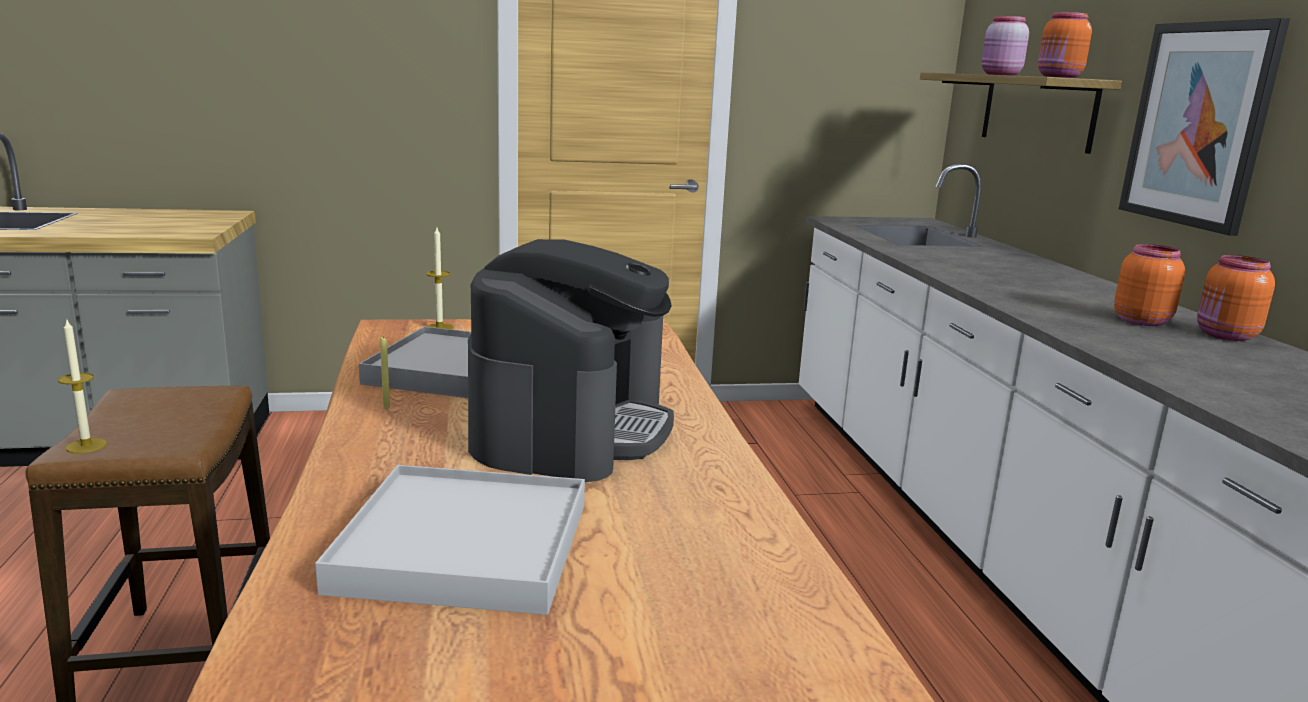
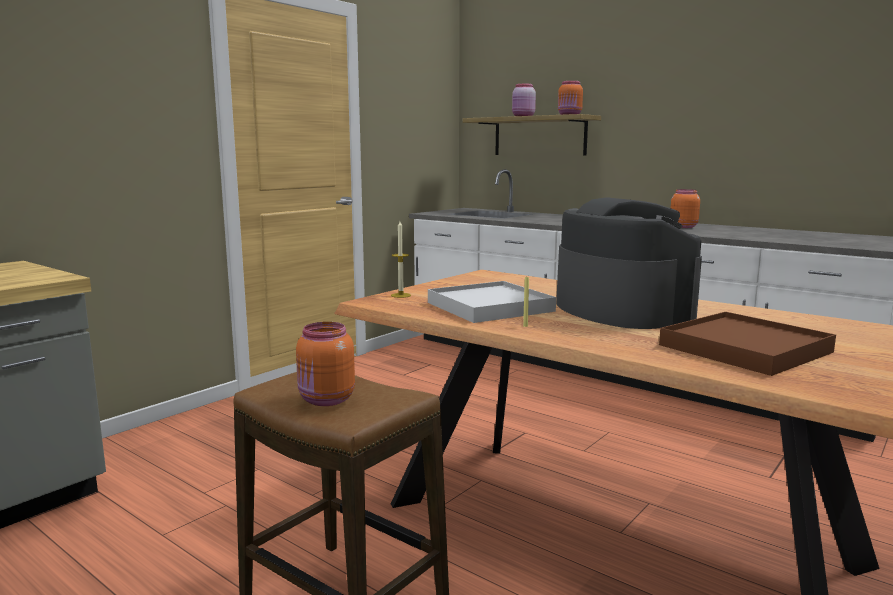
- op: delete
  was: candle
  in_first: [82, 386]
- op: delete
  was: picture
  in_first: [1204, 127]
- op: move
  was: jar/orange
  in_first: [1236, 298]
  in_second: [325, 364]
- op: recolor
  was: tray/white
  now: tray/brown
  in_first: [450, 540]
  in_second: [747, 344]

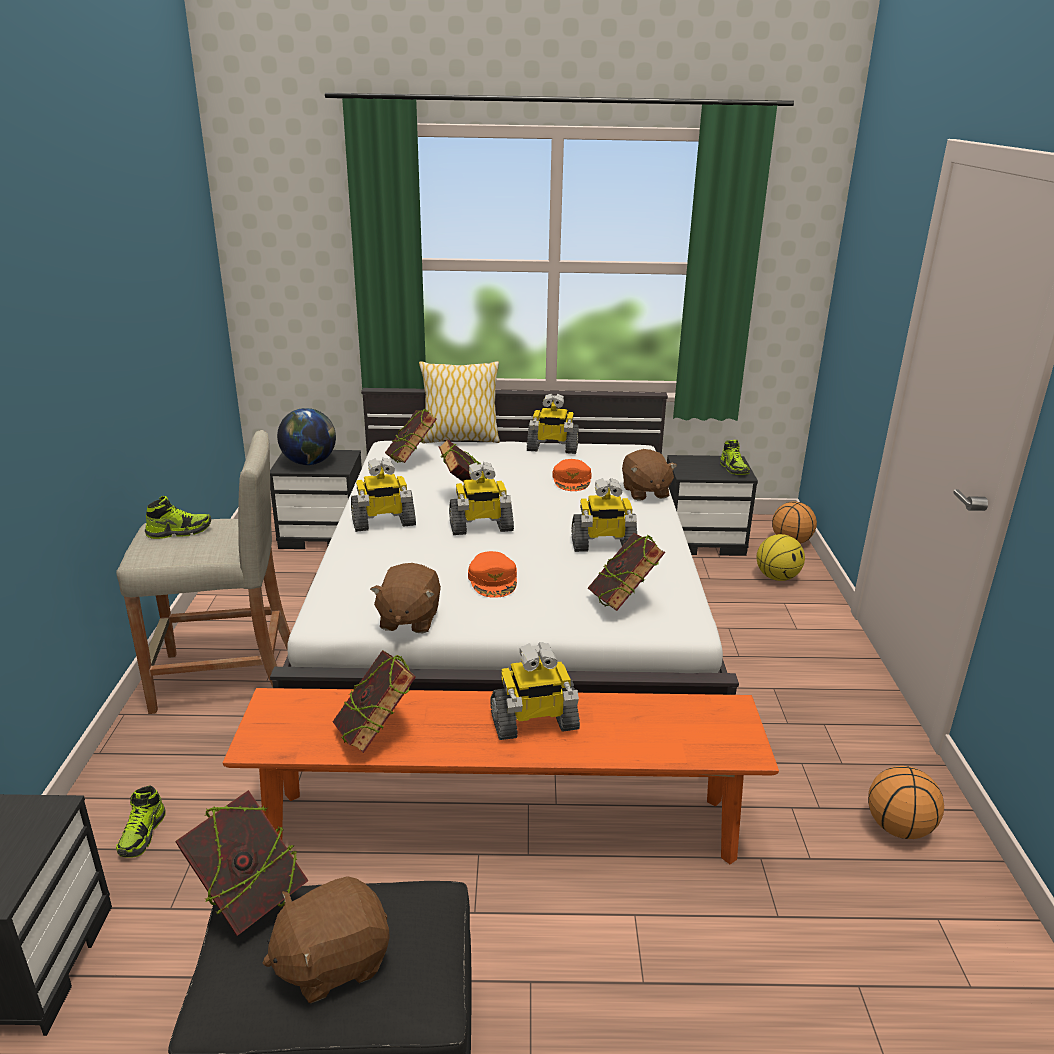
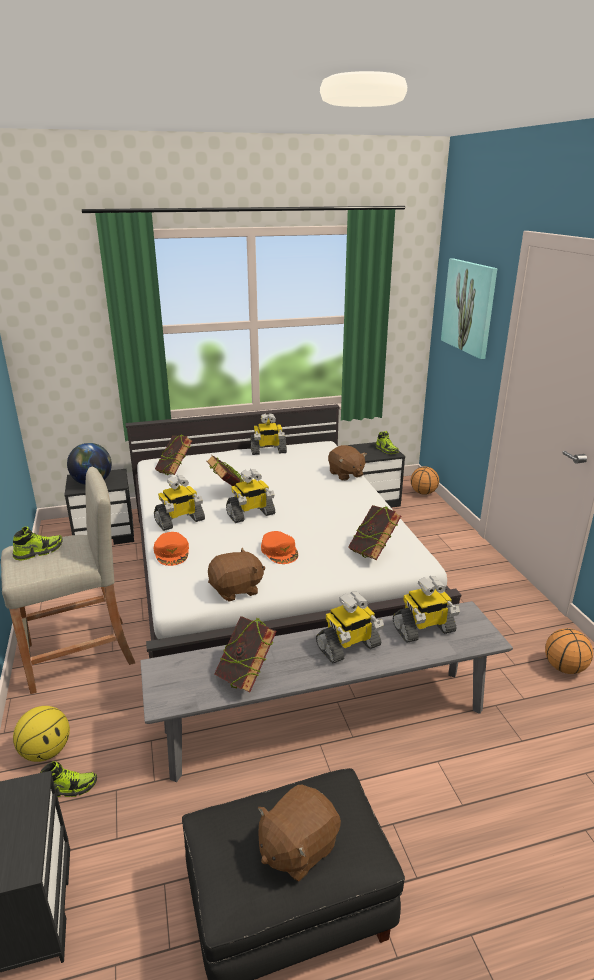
- op: delete
  was: book
  in_first: [241, 863]
- op: delete
  was: pillow
  in_first: [459, 402]
- op: insert
  now: picture
  in_second: [469, 308]
- op: move
  was: cap/orange
  in_first: [572, 475]
  in_second: [171, 549]
- op: move
  was: toy robot
  in_first: [604, 515]
  in_second: [426, 609]
- op: move
  was: basketball
  in_first: [781, 557]
  in_second: [41, 734]
- op: recolor
  was: bench/orange
  now: bench/grey
  in_first: [501, 776]
  in_second: [326, 691]
- op: rotate
  was: shoe
  in_first: [141, 821]
  in_second: [68, 779]
  clockwise: -90
- op: rotate
  was: plush toy/brown
  in_first: [405, 598]
  in_second: [236, 574]
  clockwise: -105

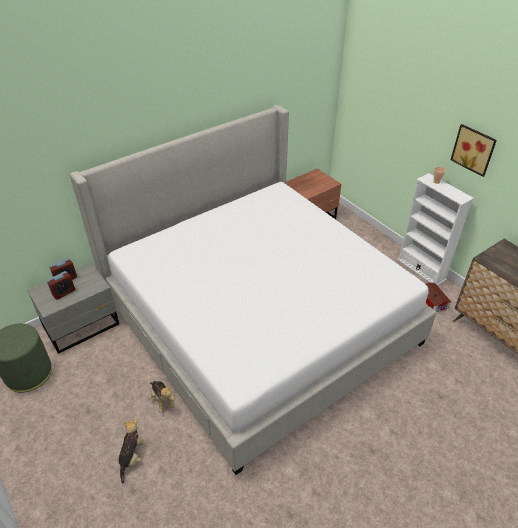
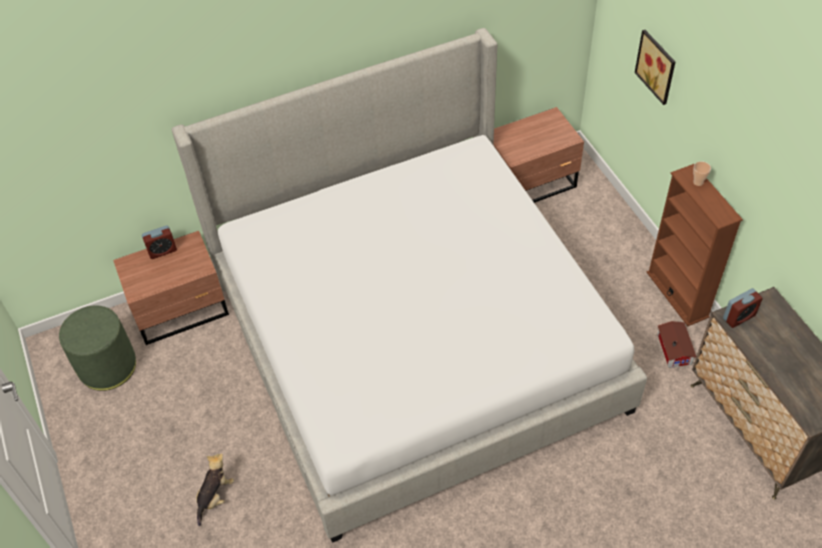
- op: delete
  was: plush toy
  in_first: [161, 396]
- op: move
  was: alarm clock
  in_first: [61, 285]
  in_second: [743, 308]
- op: move
  was: picture
  in_first: [474, 150]
  in_second: [655, 67]
- op: recolor
  was: nightstand/grey
  now: nightstand/brown
  in_first: [73, 308]
  in_second: [171, 288]
- op: recolor
  was: bookcase/white
  now: bookcase/brown
  in_first: [435, 229]
  in_second: [695, 245]

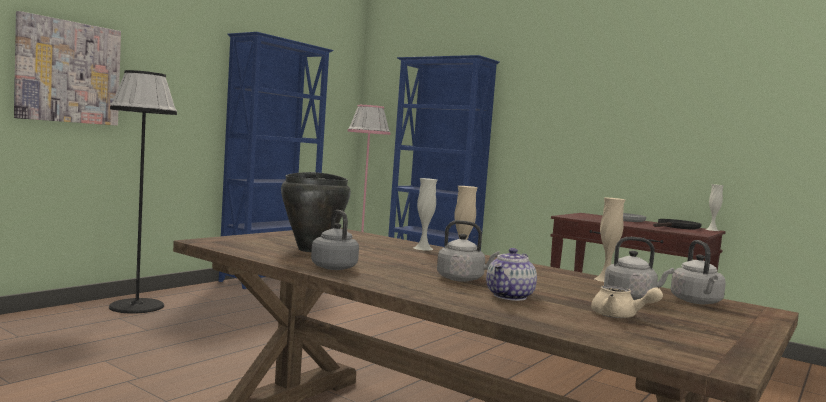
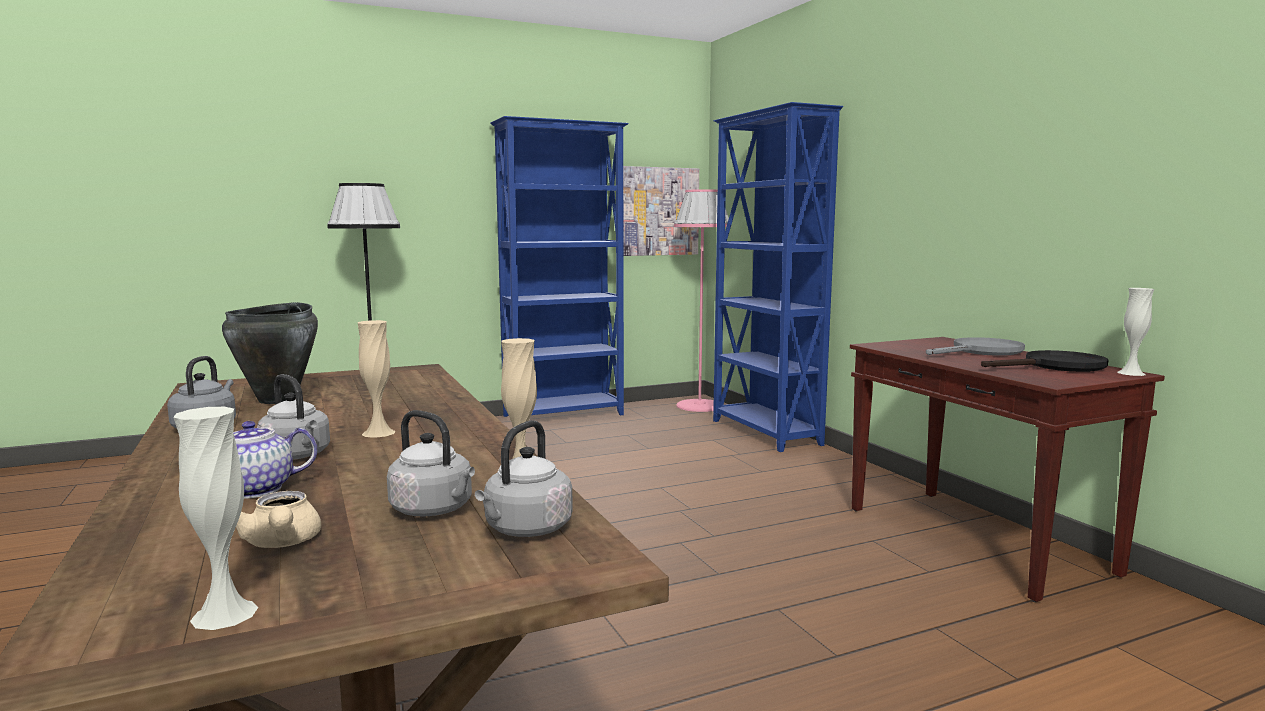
- op: move
  was: picture
  in_first: [67, 68]
  in_second: [661, 211]
- op: move
  was: vase/white
  in_first: [425, 214]
  in_second: [215, 518]

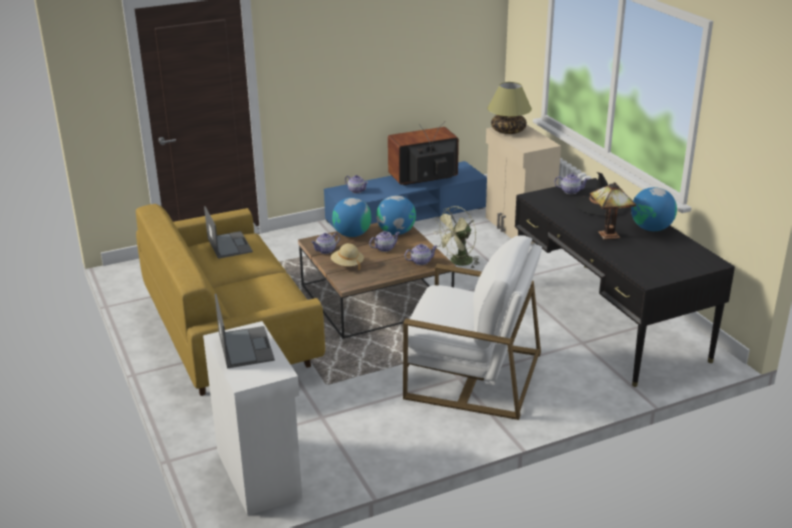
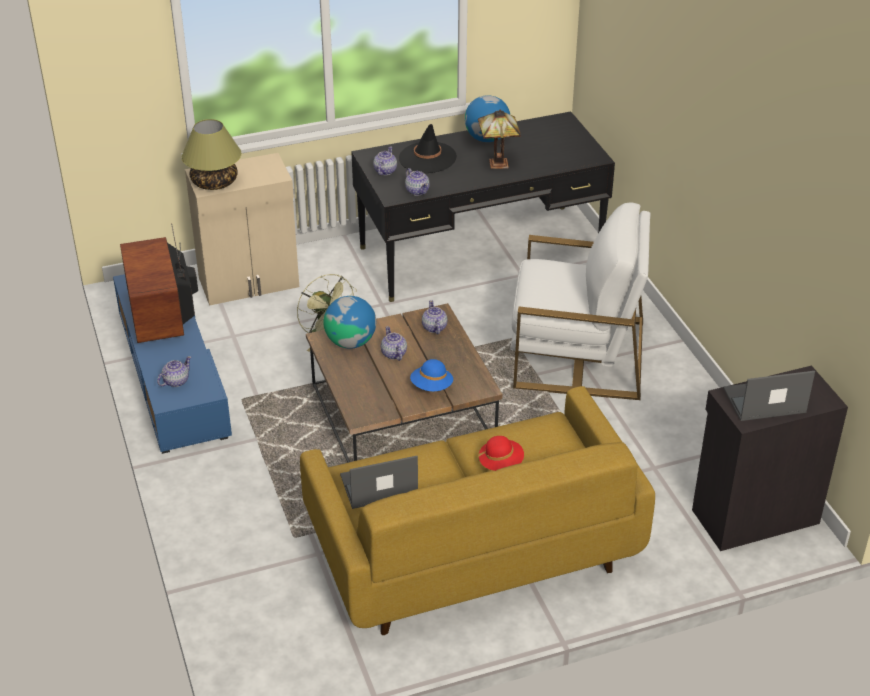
- op: delete
  was: globe
  in_first: [351, 217]
- op: insert
  now: hat/red
  in_second: [501, 453]
- op: move
  was: teapot
  in_first: [325, 243]
  in_second: [417, 182]
- op: recolor
  was: cabinet/white
  now: cabinet/black
  in_first: [252, 418]
  in_second: [770, 458]
- op: recolor
  was: hat/beige
  now: hat/blue
  in_first: [347, 256]
  in_second: [431, 375]
- op: rotate
  was: armchair/white
  in_first: [471, 328]
  in_second: [580, 301]
  clockwise: 75

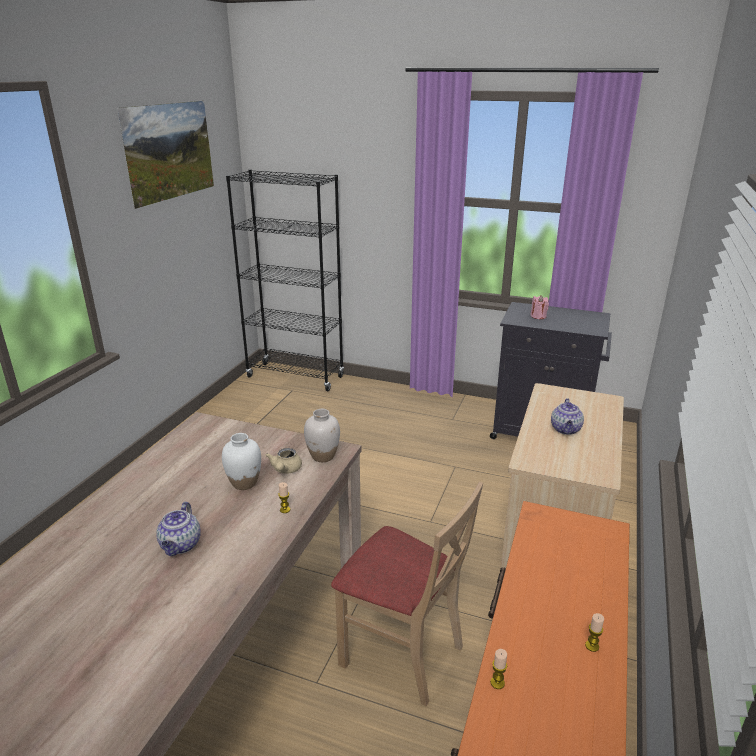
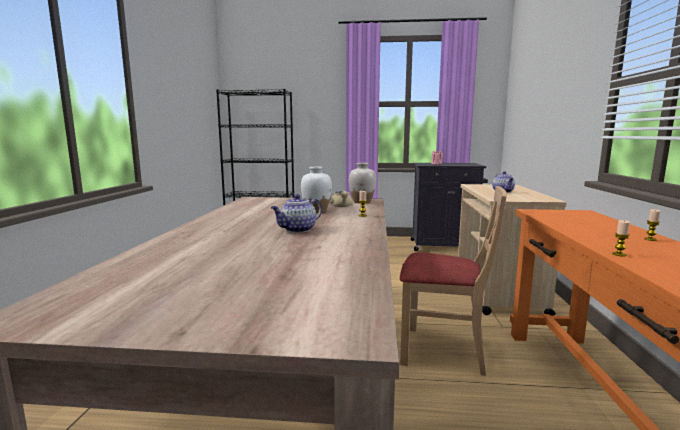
- op: delete
  was: picture
  in_first: [165, 155]
- op: rotate
  was: teapot
  in_first: [178, 529]
  in_second: [296, 213]
  clockwise: 60

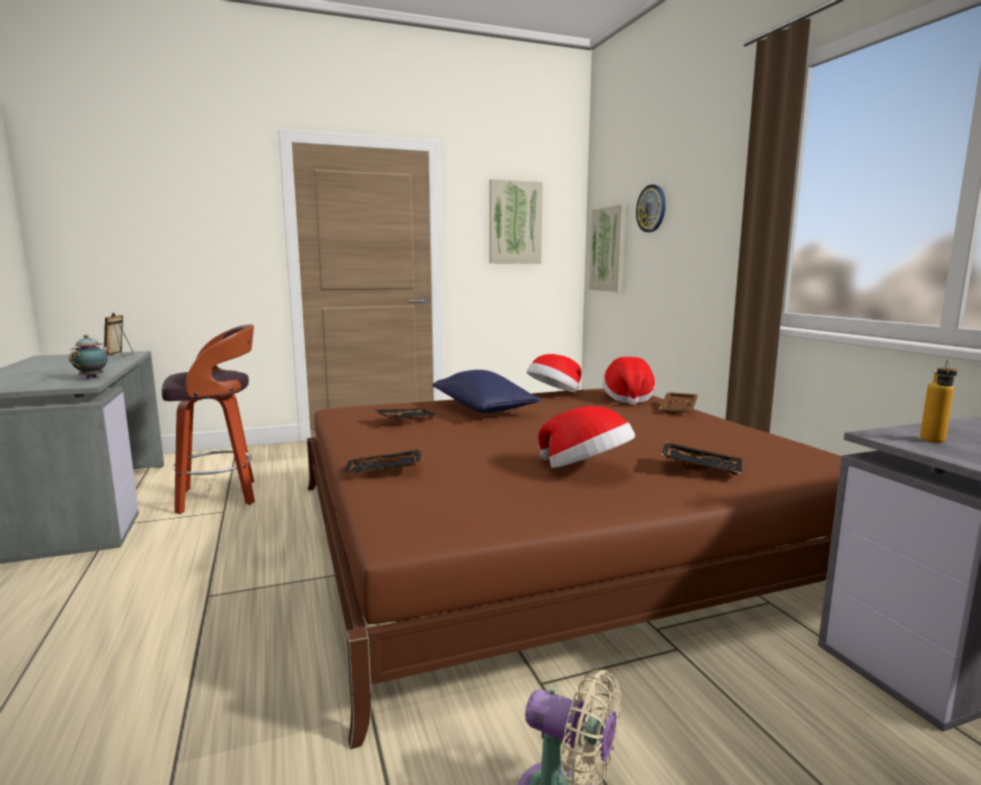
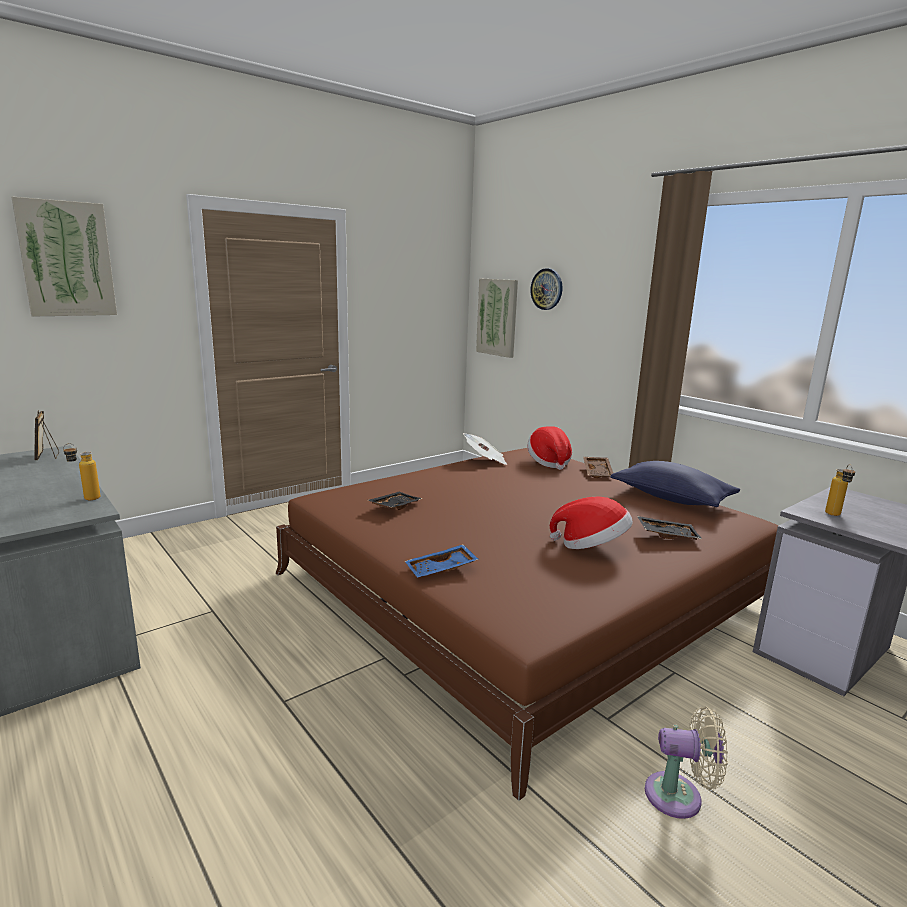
- op: delete
  was: stool
  in_first: [208, 419]
- op: move
  was: pillow/blue
  in_first: [486, 391]
  in_second: [675, 484]
- op: move
  was: picture
  in_first: [516, 221]
  in_second: [64, 256]
- op: replace
  was: teapot
  now: bottle
  in_first: [89, 357]
  in_second: [82, 471]
- op: replace
  was: hat
  now: newspaper
  in_first: [554, 373]
  in_second: [485, 449]
- op: recolor
  was: tray/black
  now: tray/blue
  in_first: [382, 461]
  in_second: [442, 561]

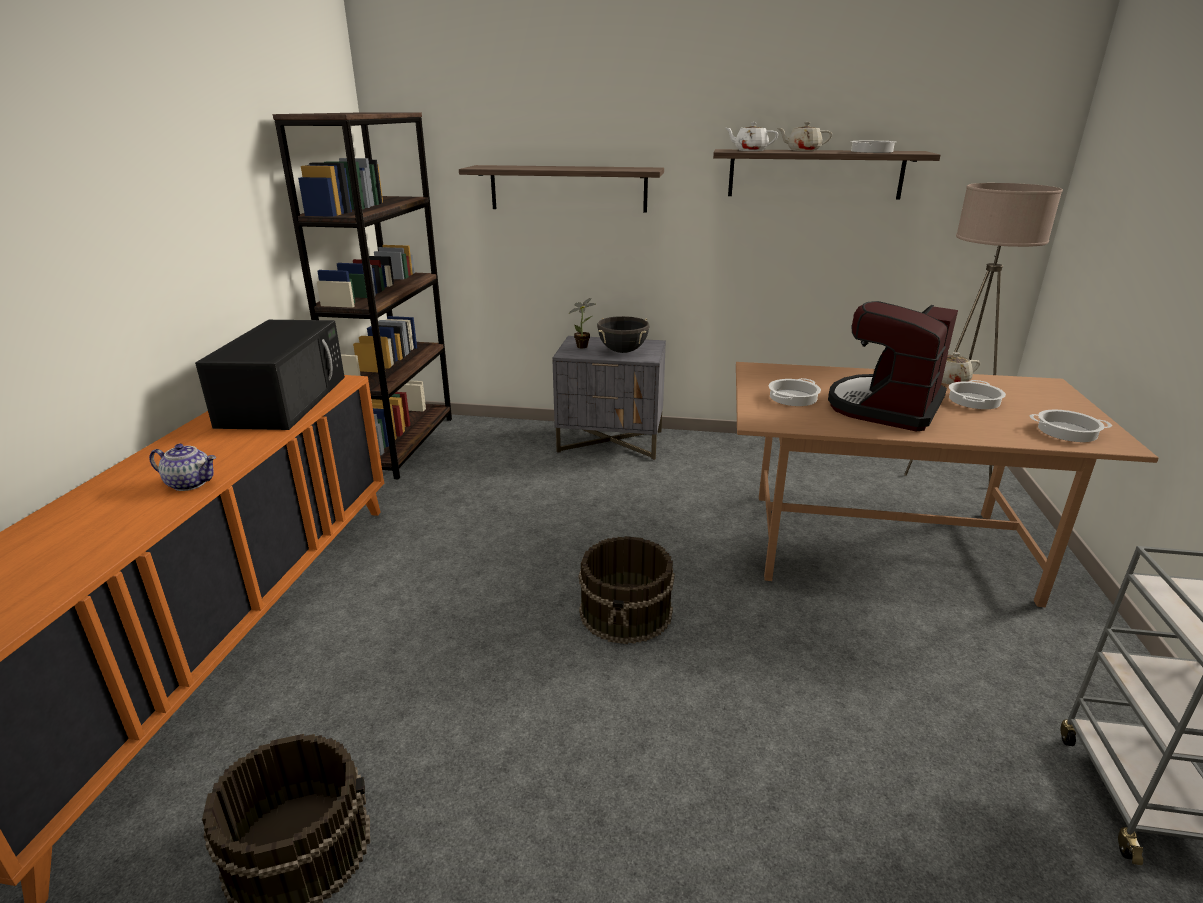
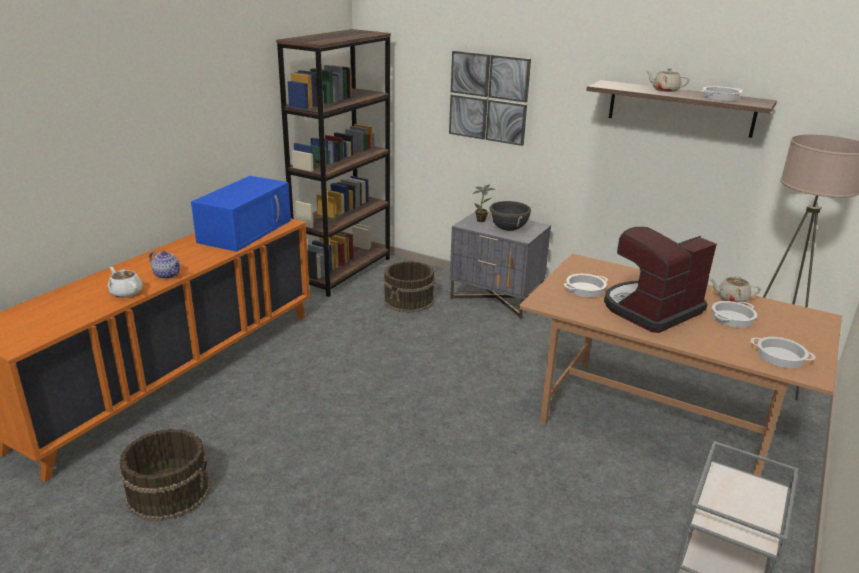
- op: move
  was: bucket/brown
  in_first: [627, 590]
  in_second: [409, 287]
- op: move
  was: teapot/white
  in_first: [752, 136]
  in_second: [125, 282]
- op: replace
  was: shelf
  now: picture
  in_first: [561, 189]
  in_second: [490, 98]
- op: recolor
  was: microwave/black
  now: microwave/blue
  in_first: [270, 375]
  in_second: [241, 214]

